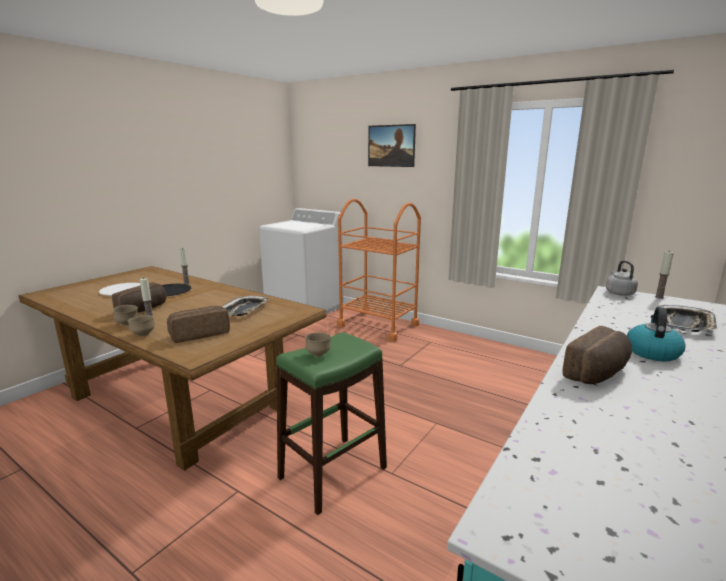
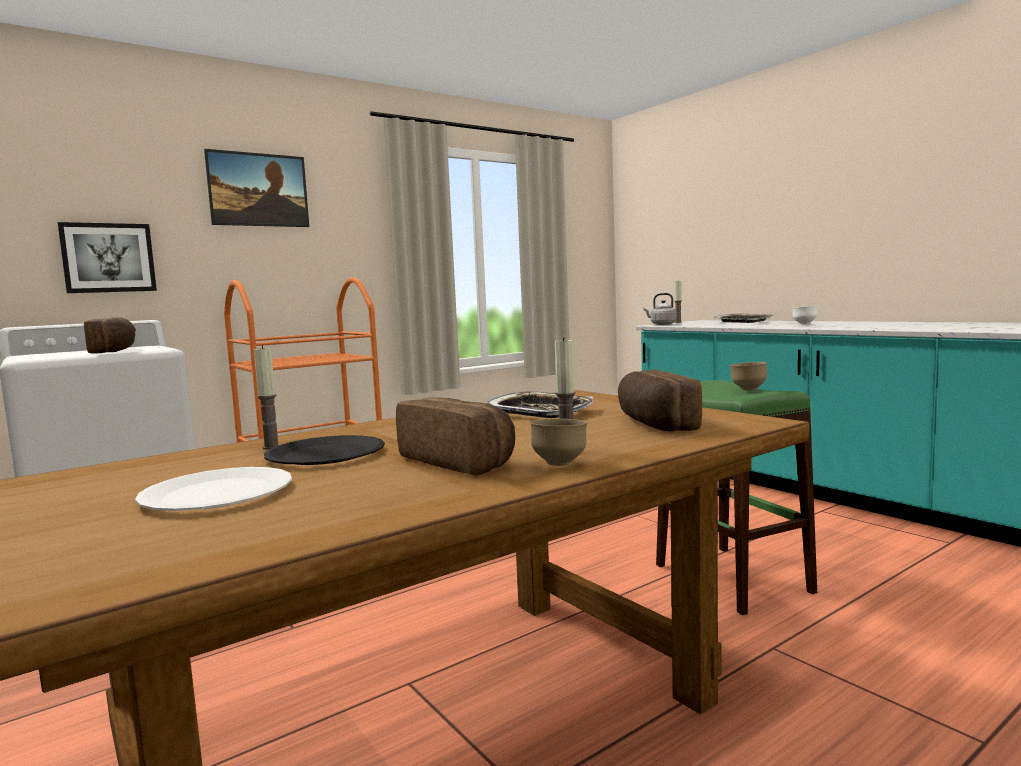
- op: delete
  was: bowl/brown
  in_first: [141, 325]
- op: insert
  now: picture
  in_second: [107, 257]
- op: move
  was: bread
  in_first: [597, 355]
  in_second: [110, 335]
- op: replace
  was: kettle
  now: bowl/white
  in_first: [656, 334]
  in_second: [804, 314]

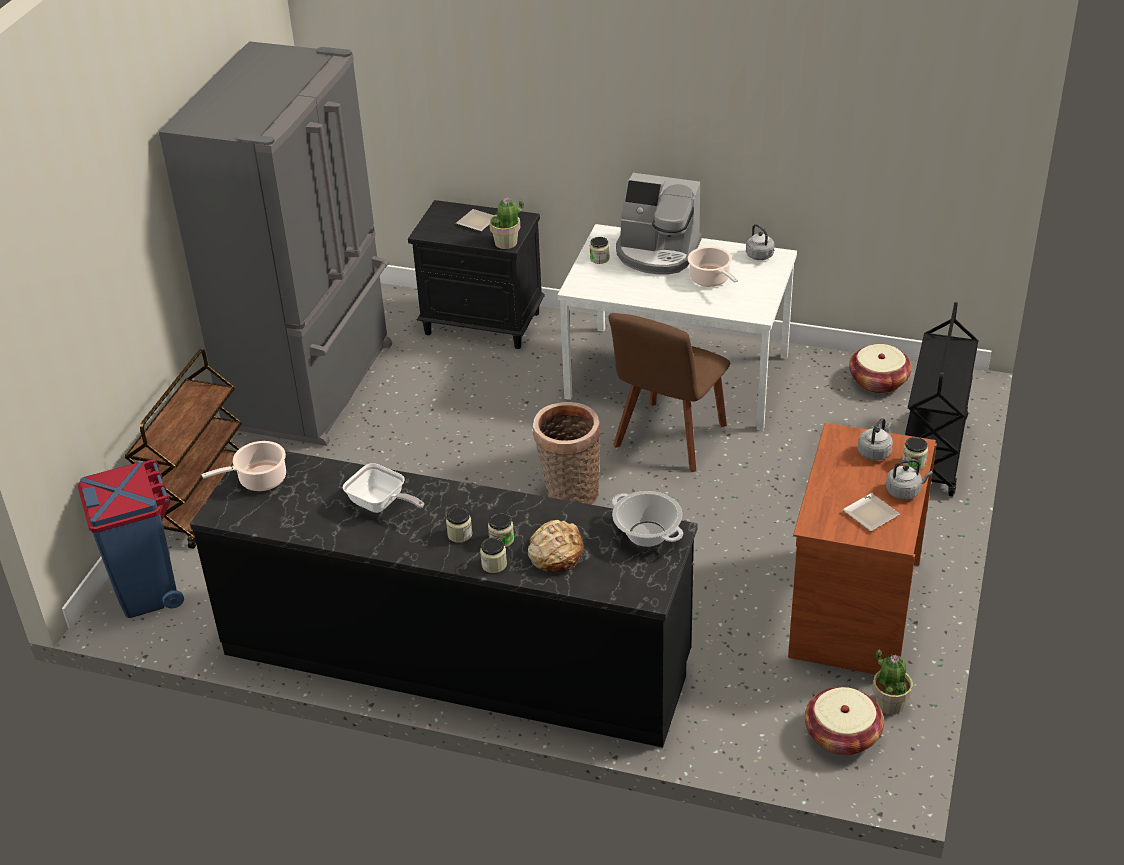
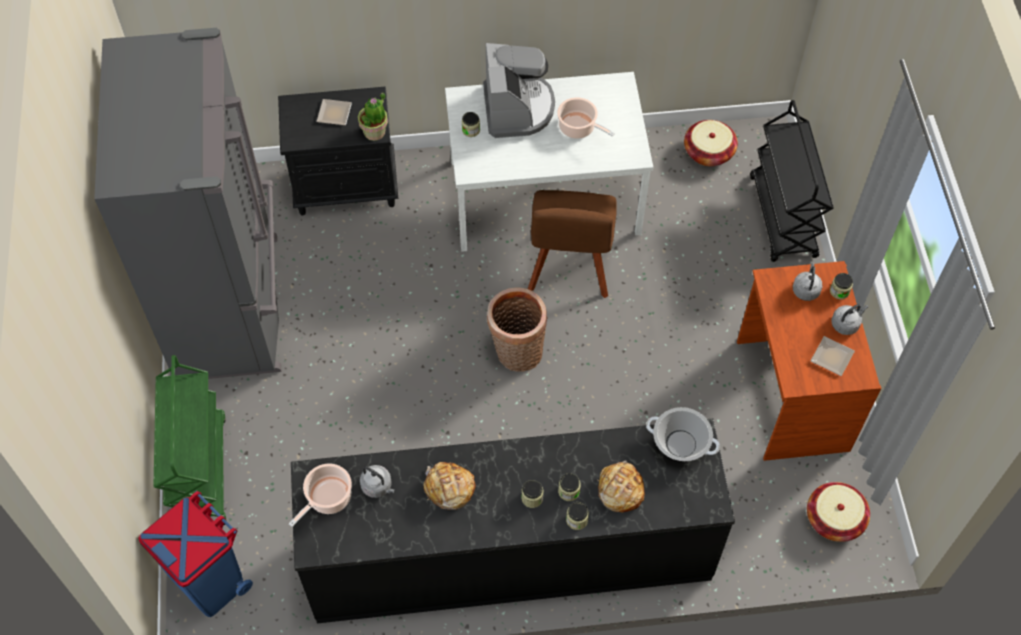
- op: delete
  was: potted plant
  in_first: [892, 682]
- op: move
  was: kettle/grey
  in_first: [760, 242]
  in_second: [377, 481]
- op: replace
  was: frying pan
  now: bread
  in_first: [383, 488]
  in_second: [450, 486]
- op: recolor
  was: cart/brown
  now: cart/green
  in_first: [183, 449]
  in_second: [190, 440]
- op: rotate
  was: coffee machine
  in_first: [659, 224]
  in_second: [519, 90]
  clockwise: -90

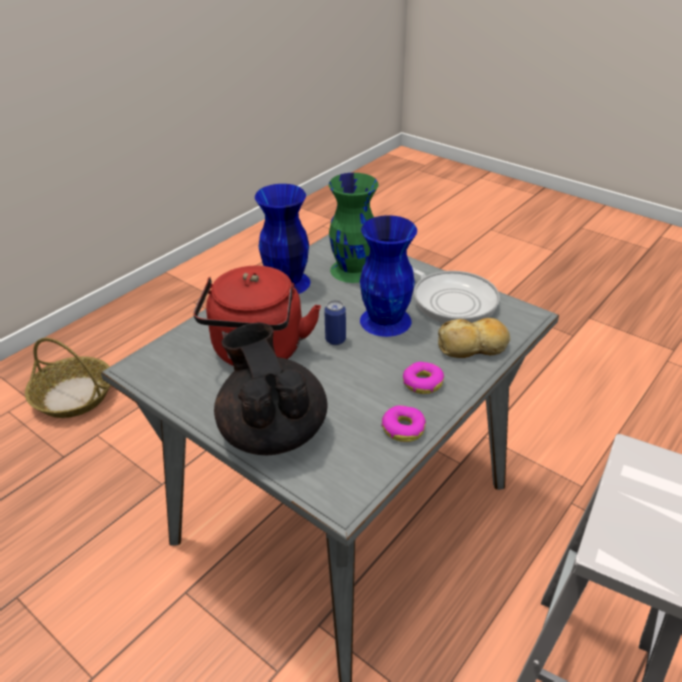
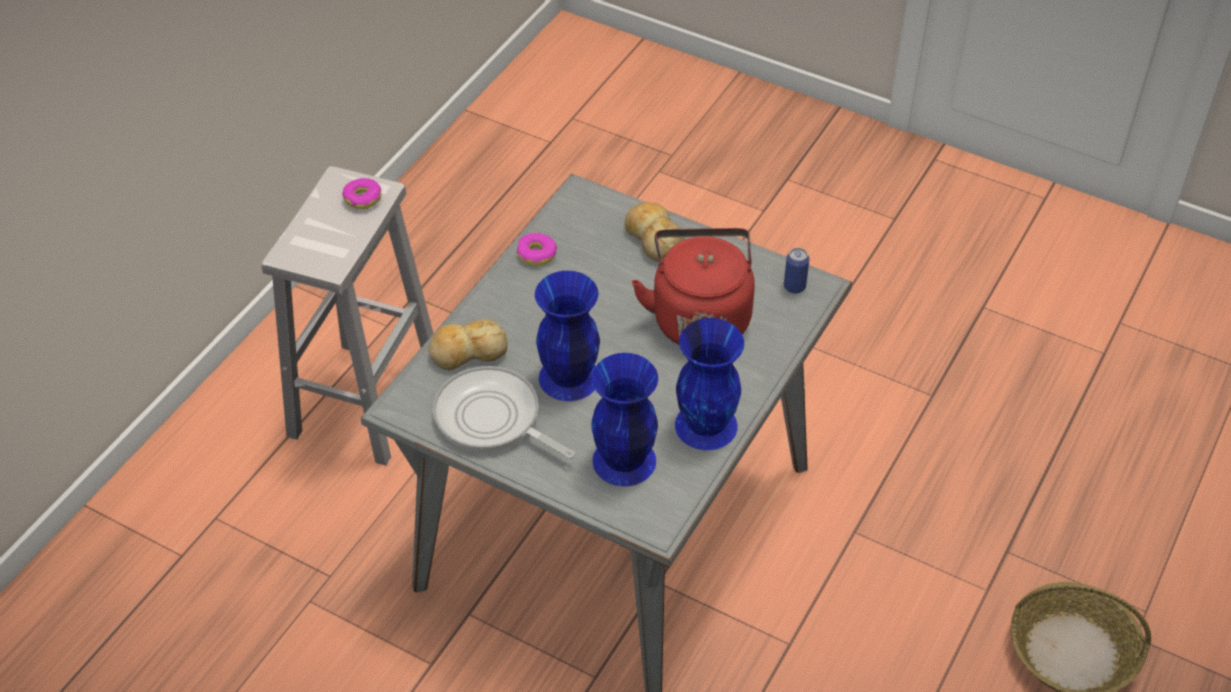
- op: move
  was: can
  in_first: [335, 322]
  in_second: [797, 271]
- op: move
  was: donut
  in_first: [423, 378]
  in_second: [361, 193]
- op: replace
  was: teapot/black
  now: bread
  in_first: [271, 389]
  in_second: [655, 232]
- op: recolor
  was: vase/green
  now: vase/blue
  in_first: [354, 228]
  in_second: [624, 419]

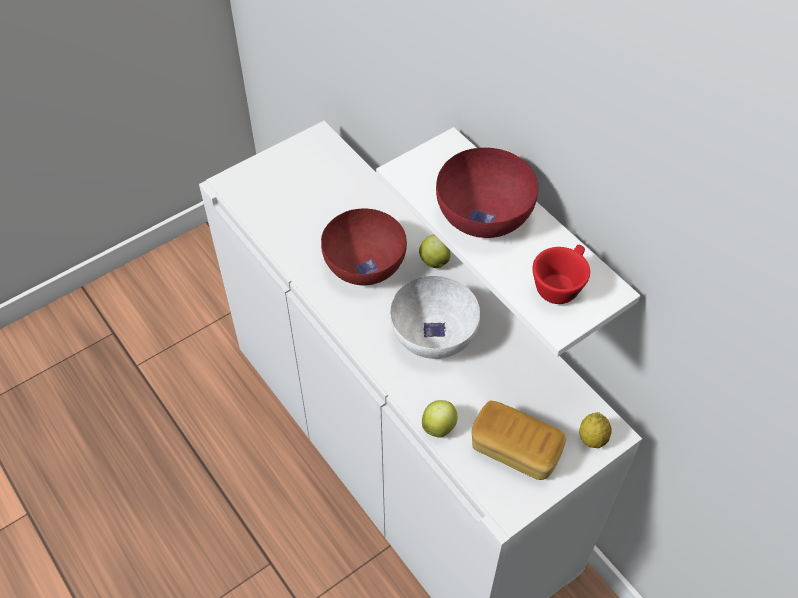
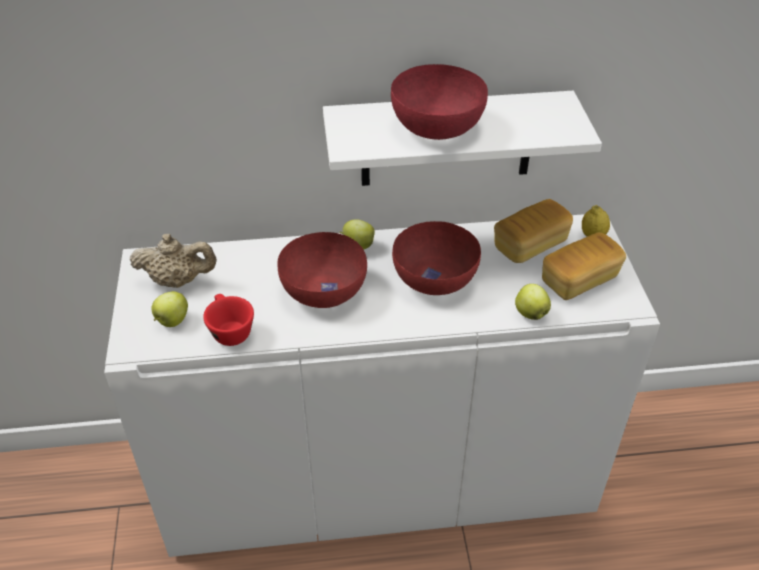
- op: insert
  now: teapot/beige
  in_second: [173, 260]
- op: insert
  now: apple
  in_second: [170, 309]
- op: insert
  now: bread
  in_second: [533, 231]
- op: move
  was: cup/red
  in_first: [561, 274]
  in_second: [228, 320]
- op: recolor
  was: bowl/white
  now: bowl/red
  in_first: [435, 317]
  in_second: [436, 258]

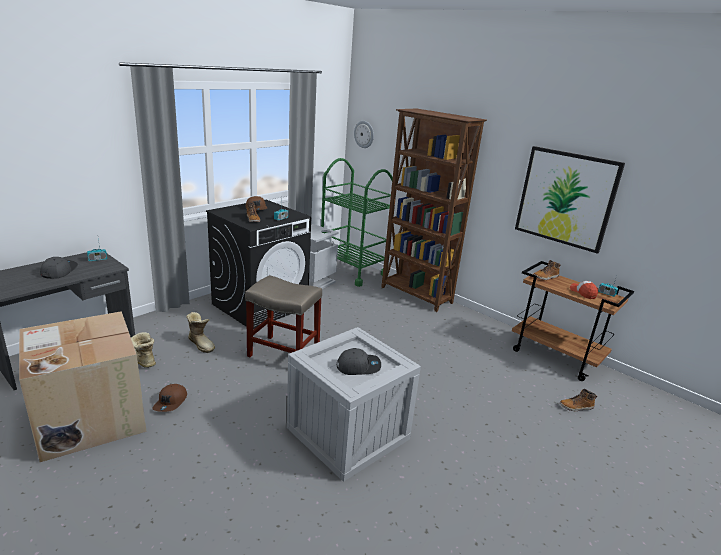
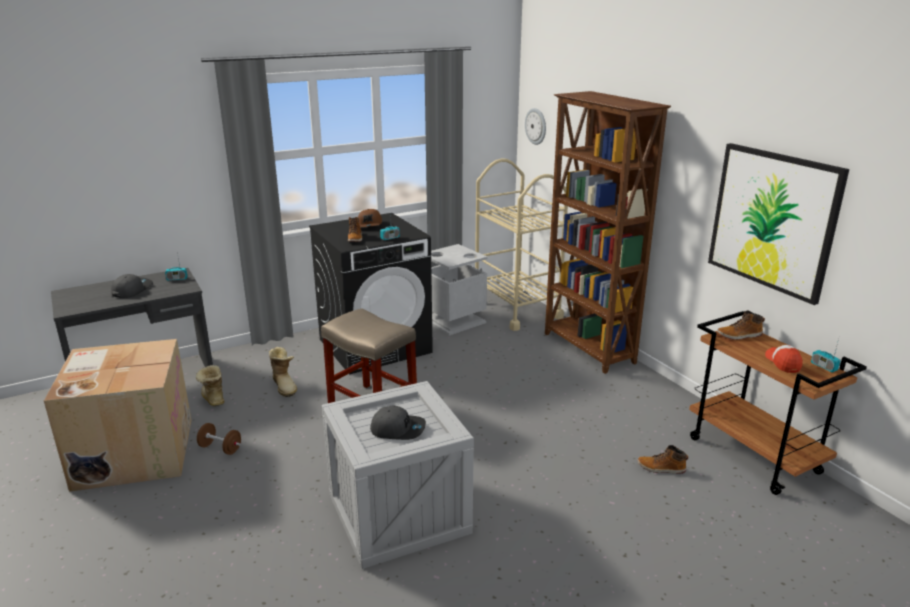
- op: move
  was: boot
  in_first: [578, 400]
  in_second: [663, 459]
- op: replace
  was: cap/brown
  now: dumbbell/brown
  in_first: [169, 398]
  in_second: [219, 439]
- op: recolor
  was: cart/green
  now: cart/beige
  in_first: [357, 222]
  in_second: [521, 245]

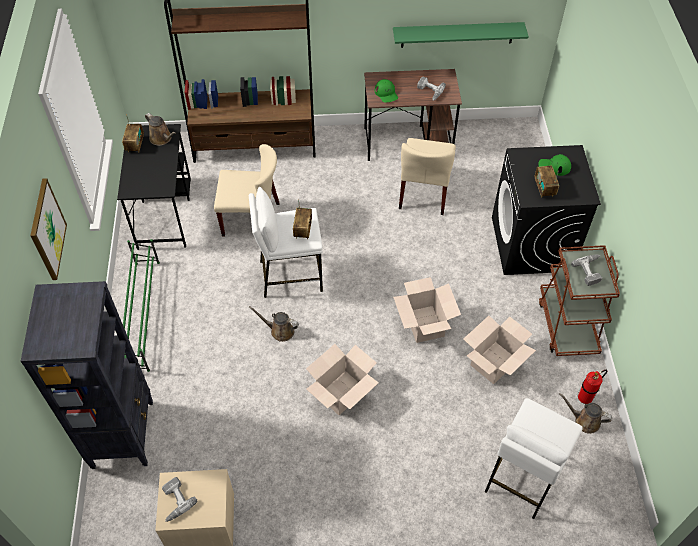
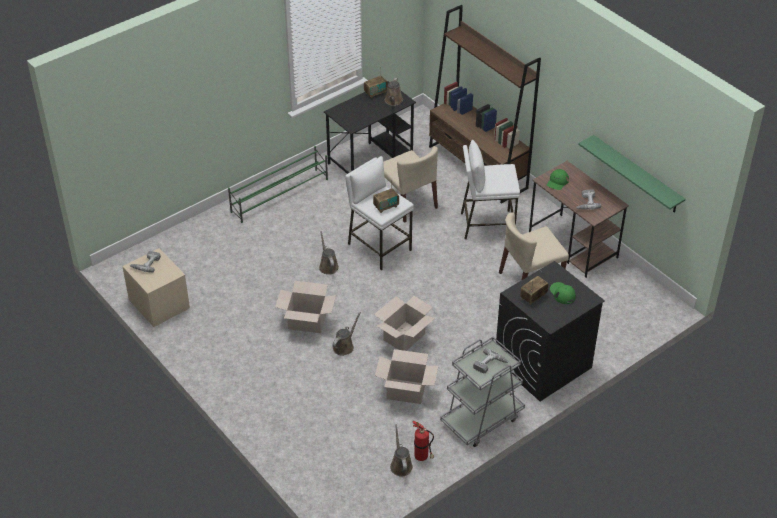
- op: delete
  was: bookcase/black
  in_first: [87, 375]
- op: delete
  was: picture
  in_first: [48, 229]
- op: insert
  now: watering can/brown
  in_second: [347, 334]
- op: move
  was: stool/white
  in_first: [534, 458]
  in_second: [490, 189]
- op: recolor
  was: cart/brown
  now: cart/grey
  in_first: [579, 300]
  in_second: [482, 392]

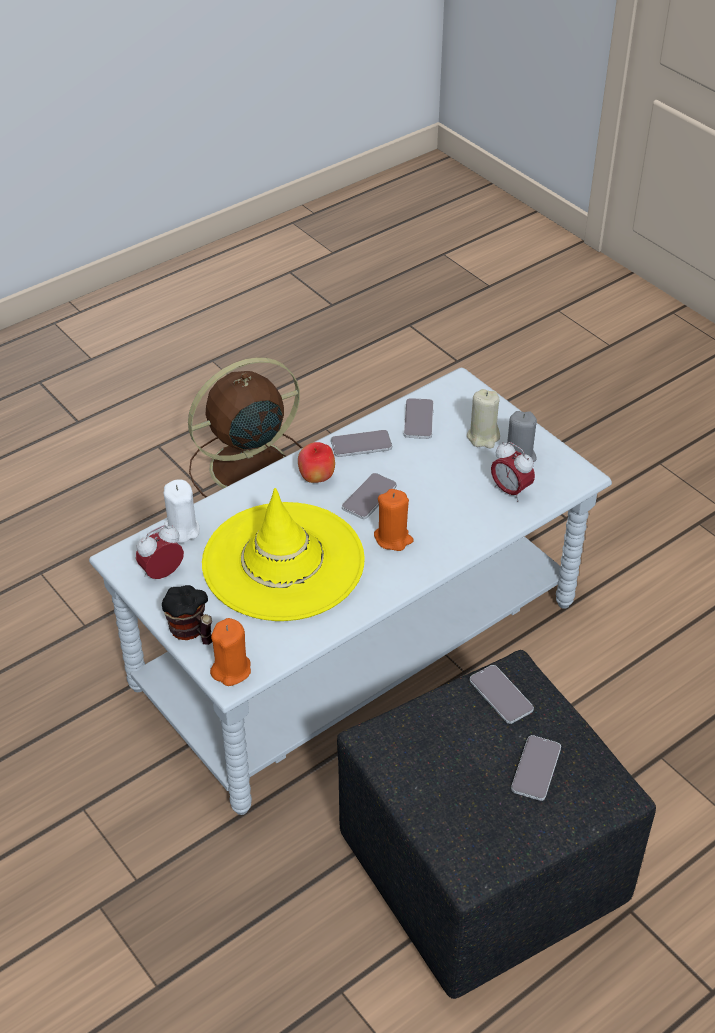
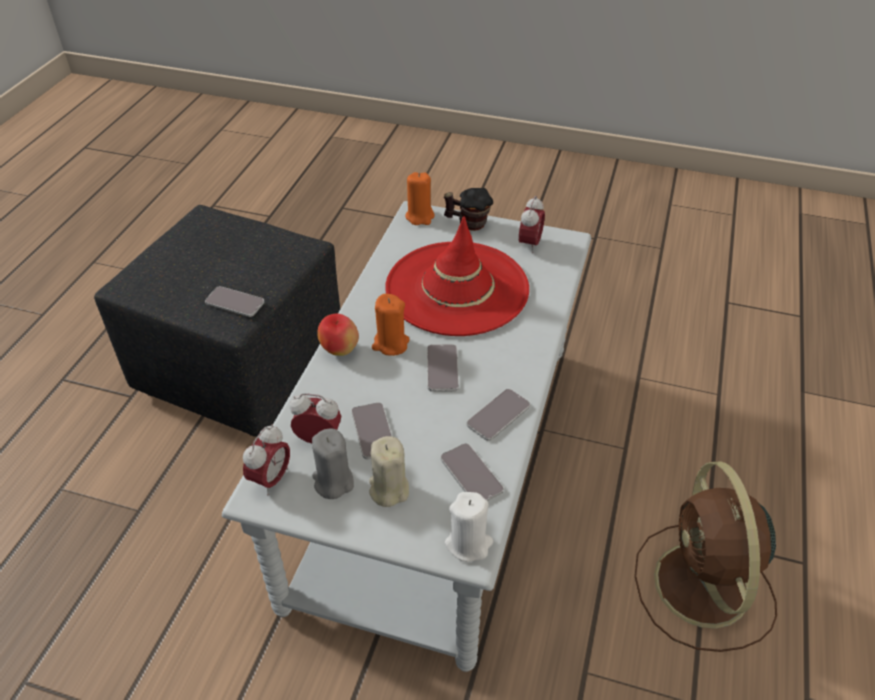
- op: insert
  now: alarm clock
  in_second: [266, 459]
- op: move
  was: candle/white
  in_first: [181, 511]
  in_second: [469, 527]
- op: move
  was: apple
  in_first: [316, 462]
  in_second: [338, 335]
- op: move
  was: phone
  in_first: [536, 768]
  in_second: [371, 430]
- op: recolor
  was: hat/yellow
  now: hat/red
  in_first: [283, 554]
  in_second: [457, 276]
- op: rotate
  was: fan/brown
  in_first: [245, 427]
  in_second: [706, 556]
  clockwise: 150

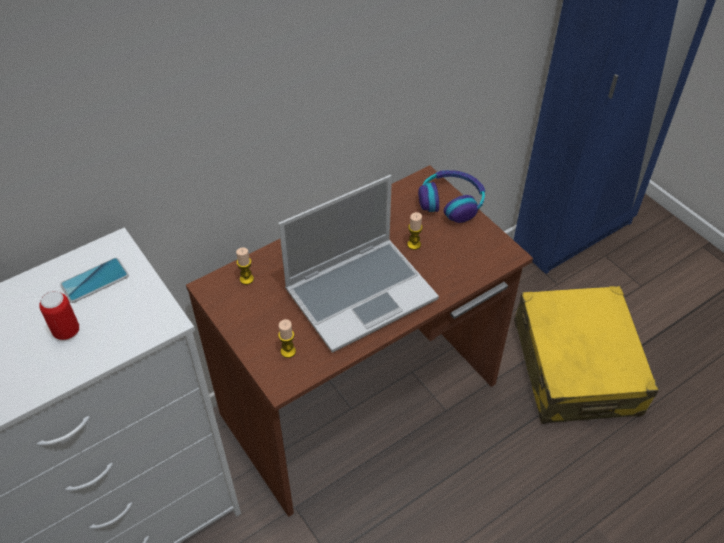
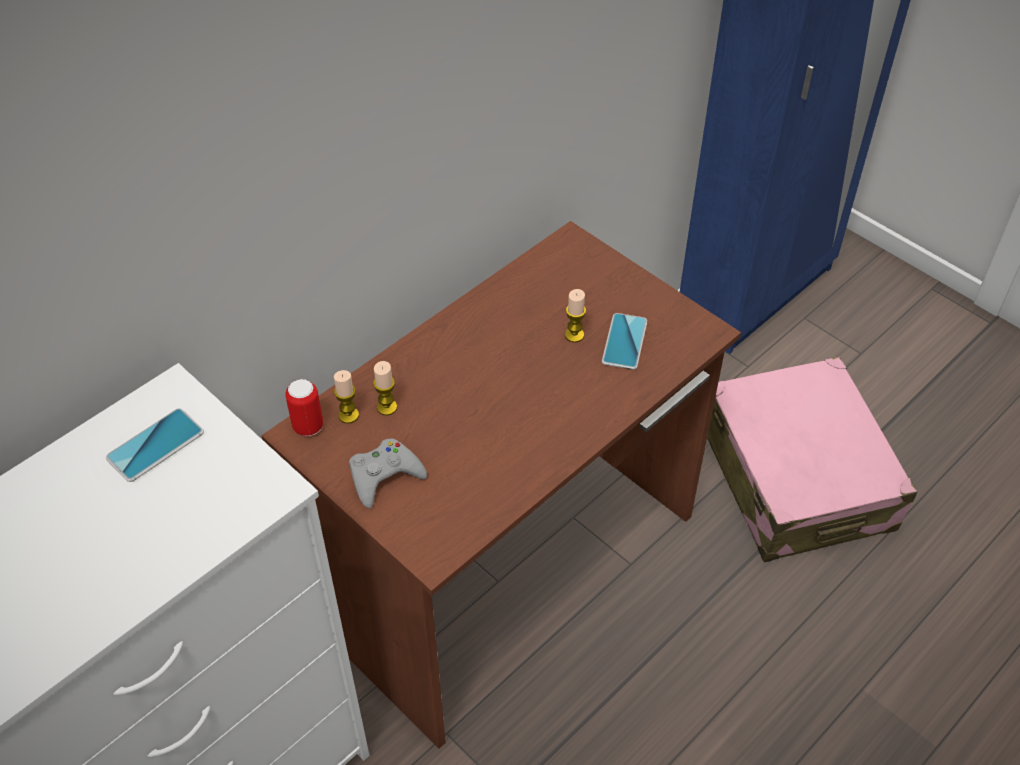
- op: delete
  was: laptop
  in_first: [359, 264]
- op: delete
  was: headphones
  in_first: [451, 196]
- op: insert
  now: game controller/grey
  in_second: [388, 473]
- op: insert
  now: phone
  in_second: [624, 341]
- op: move
  was: can
  in_first: [59, 315]
  in_second: [304, 407]
- op: move
  was: candle
  in_first: [287, 338]
  in_second: [385, 388]
- op: recolor
  was: suitcase/yellow
  now: suitcase/pink
  in_first: [586, 355]
  in_second: [812, 460]

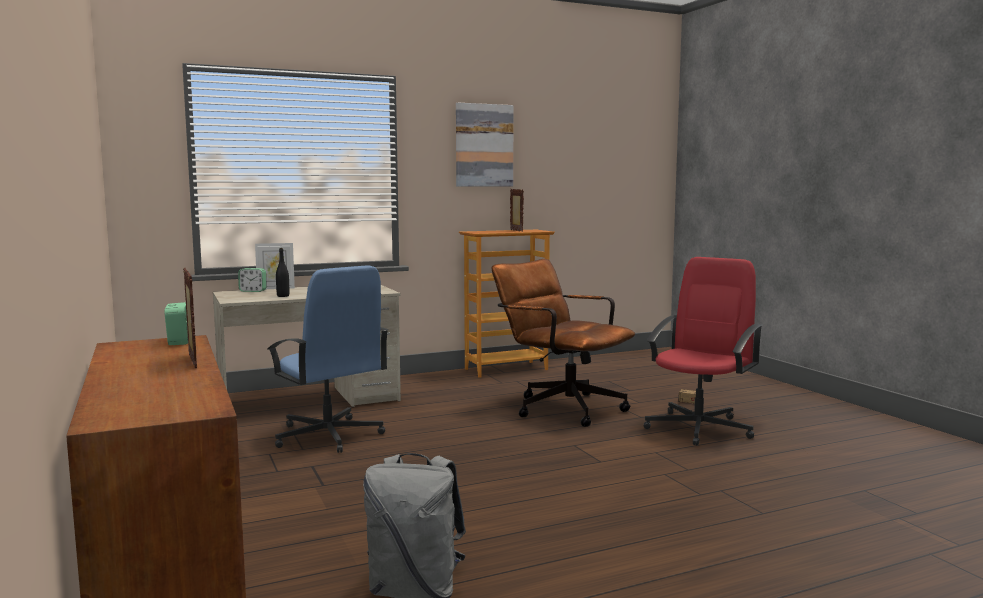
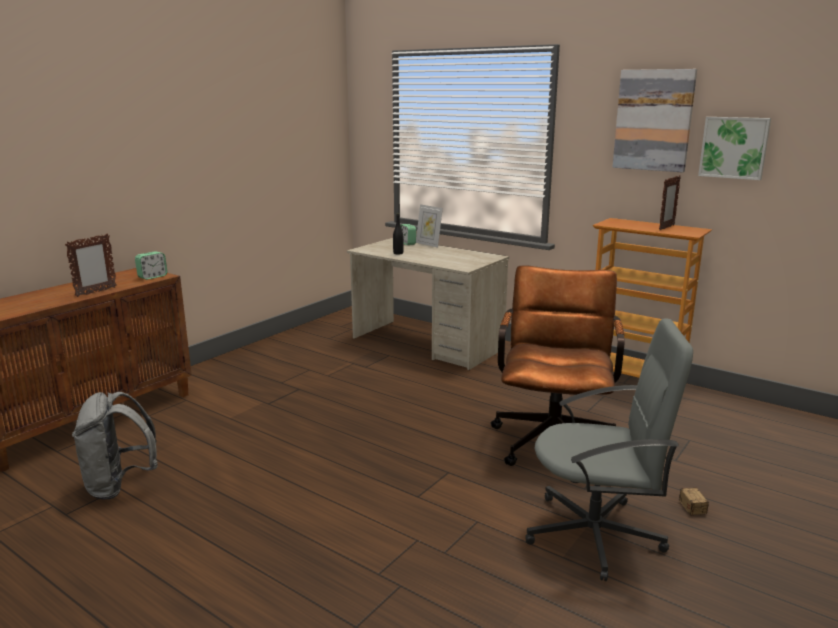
- op: delete
  was: office chair/blue
  in_first: [328, 359]
- op: insert
  now: picture
  in_second: [734, 148]
- op: recolor
  was: office chair/red
  now: office chair/grey
  in_first: [703, 351]
  in_second: [609, 449]

